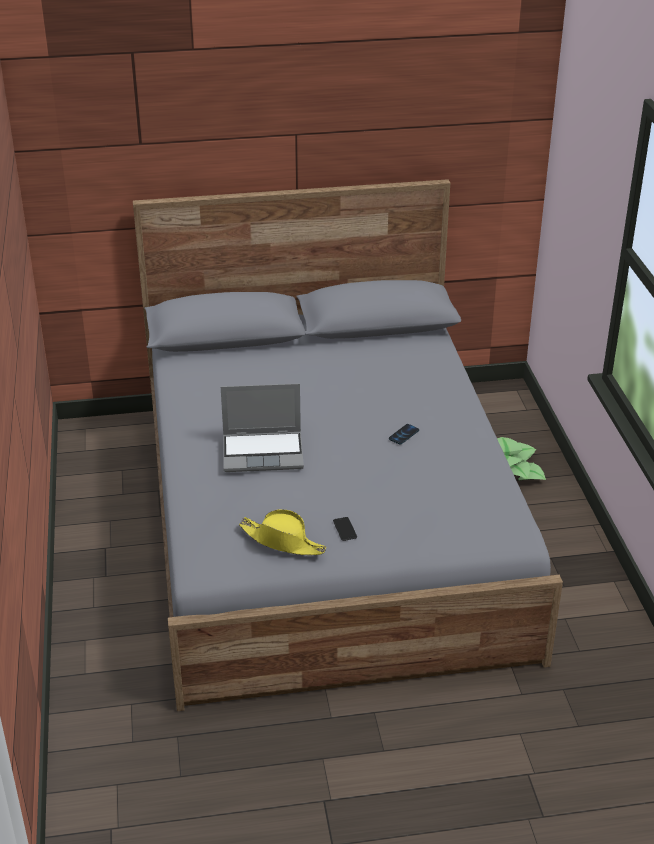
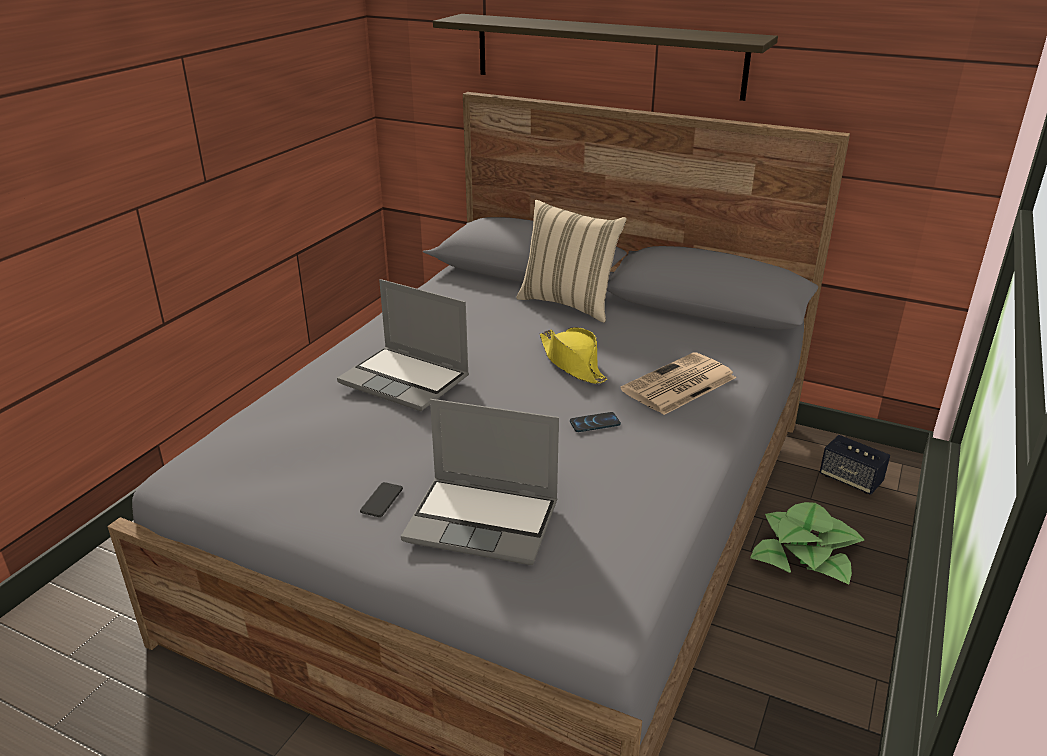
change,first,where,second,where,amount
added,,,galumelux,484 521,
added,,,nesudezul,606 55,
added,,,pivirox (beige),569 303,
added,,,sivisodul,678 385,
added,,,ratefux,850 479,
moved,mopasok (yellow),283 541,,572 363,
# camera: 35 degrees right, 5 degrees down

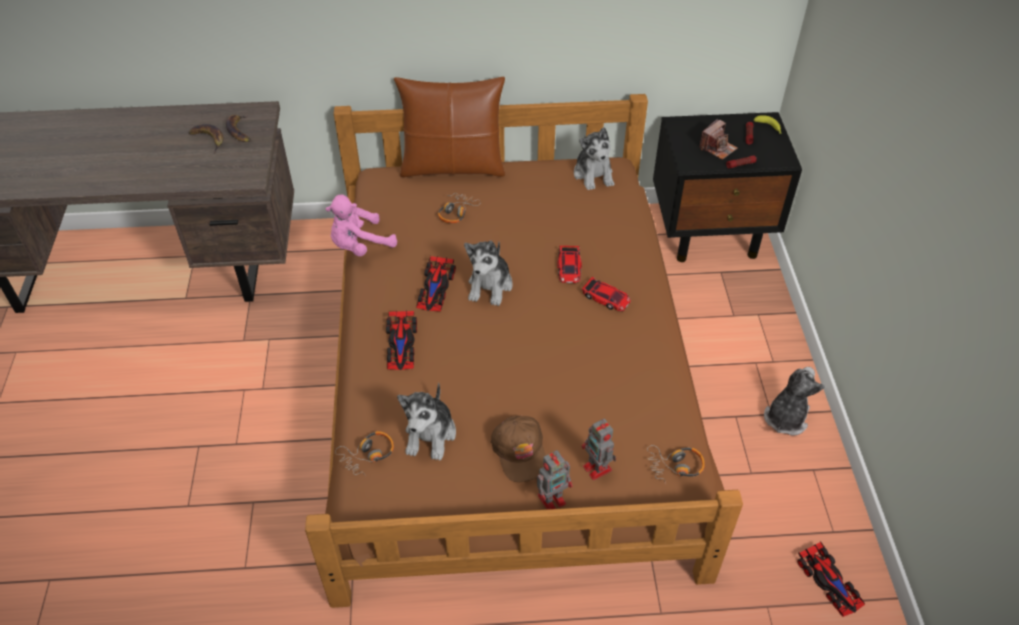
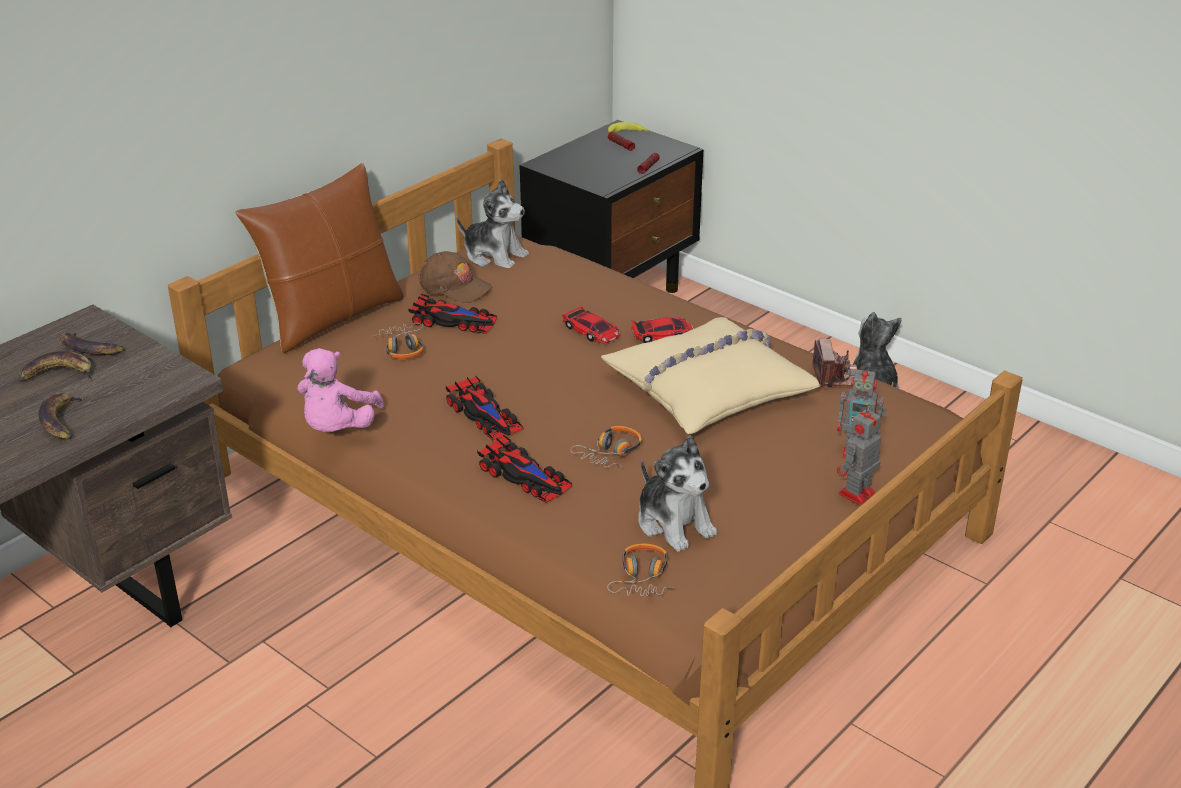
change,first,where,second,where,amount
removed,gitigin,490 286,,,
added,,,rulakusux,62 421,
added,,,pivirox (beige),707 389,
moved,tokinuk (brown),520 452,,454 286,
moved,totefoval,675 466,,610 453,
moved,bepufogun,717 148,,836 377,
moved,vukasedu,829 582,,454 321,
turned,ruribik,552 498,,856 495,150 degrees counterclockwise
# camera: 45 degrees left, 15 degrees down

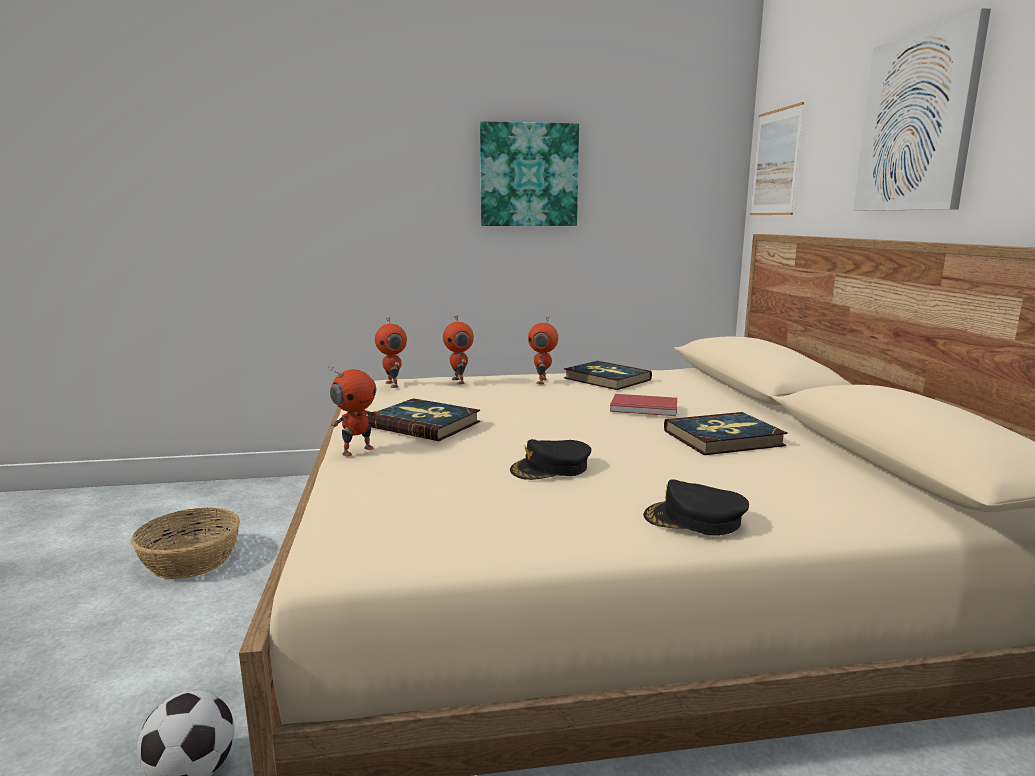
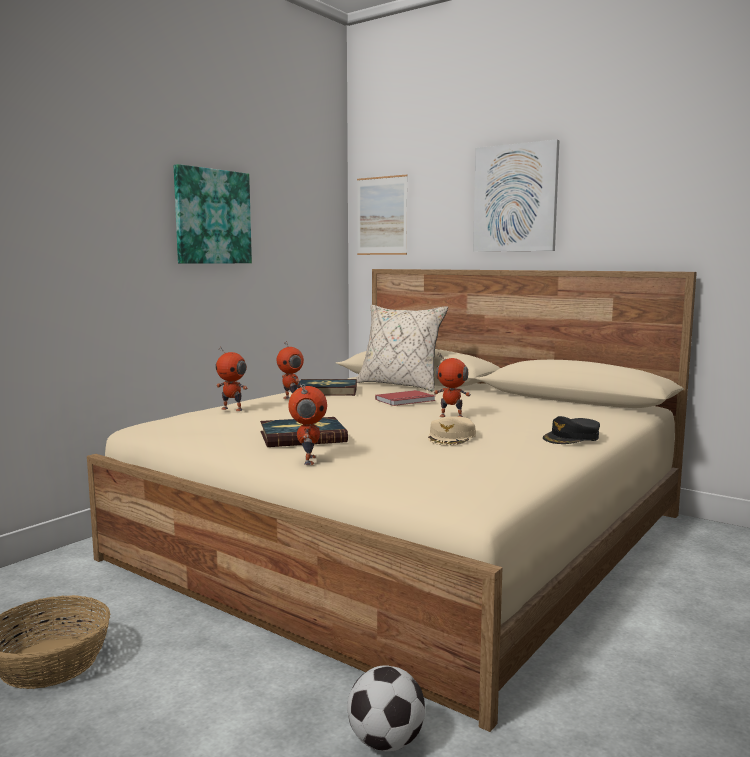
change,first,where,second,where,amount
removed,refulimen,723 438,,,
added,,,pivirox (beige),400 385,
moved,ruribik,393 384,,451 416,
recoloured,tokinuk (black),551 468,tokinuk (beige),452 437,
# camera: 45 degrees left, 5 degrees down

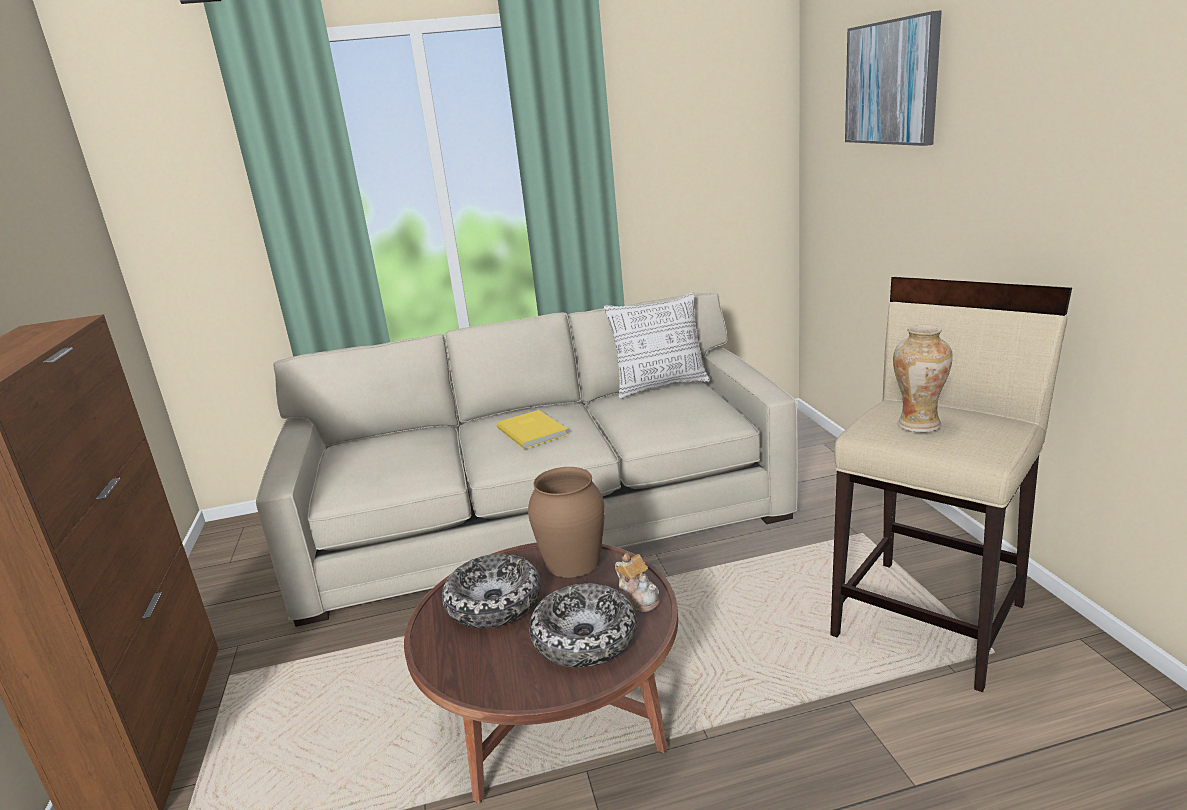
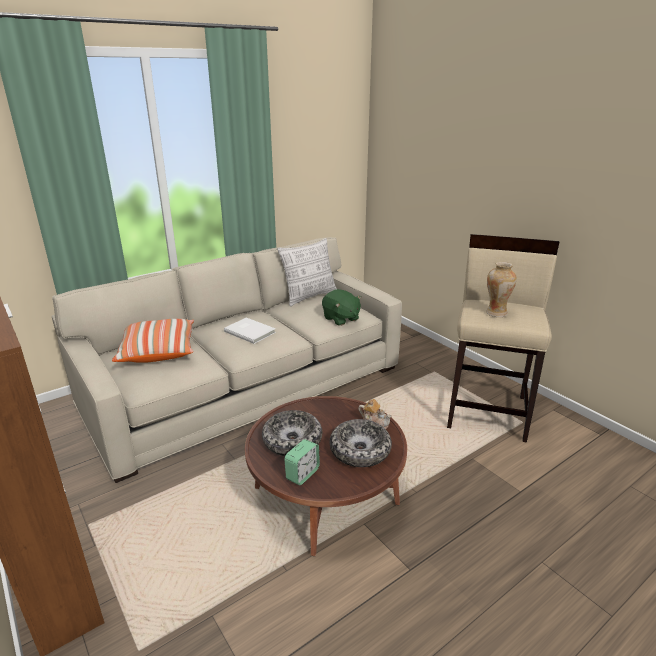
change,first,where,second,where,amount
removed,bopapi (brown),572 561,,,
removed,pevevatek,892 83,,,
added,,,pivirox,158 351,
added,,,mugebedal,302 474,
added,,,gitigin (green),341 319,
recoloured,refulimen (yellow),533 431,refulimen (white),250 331,
# camera: 25 degrees left, 5 degrees up

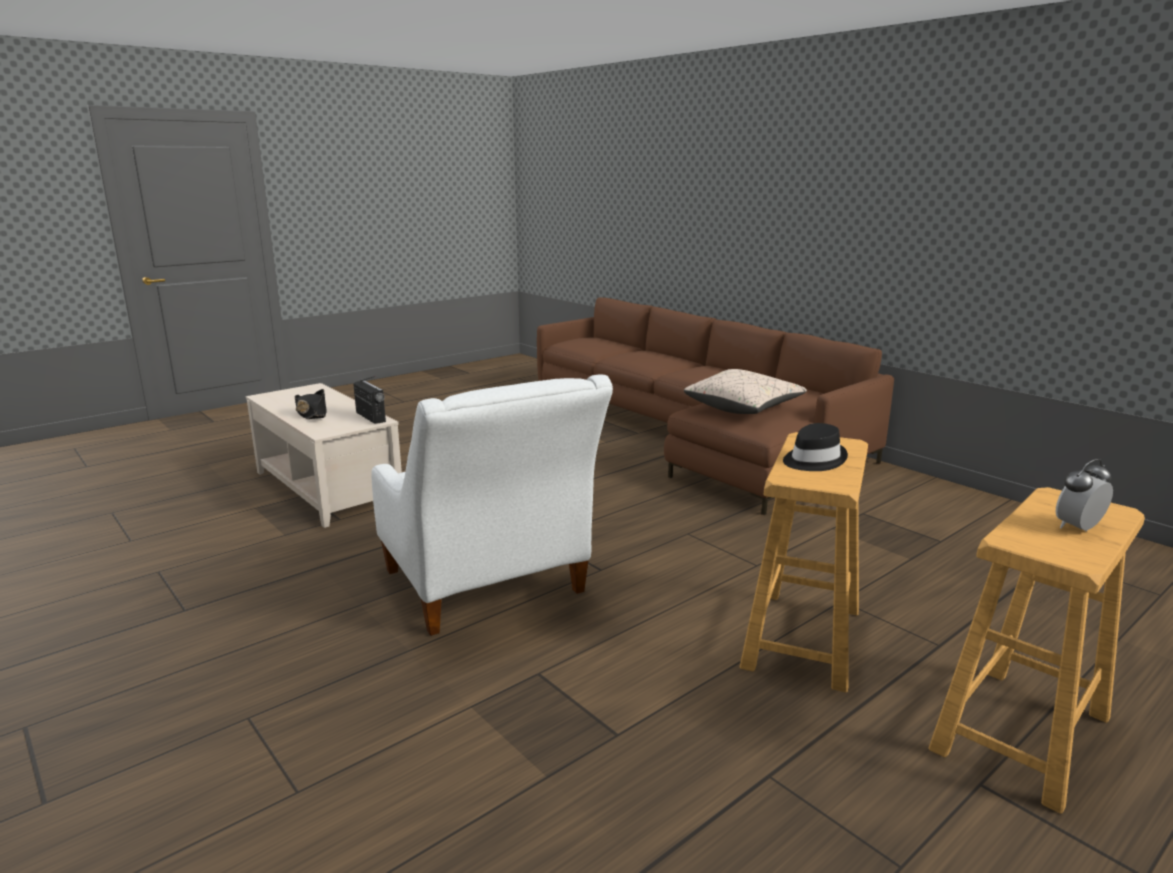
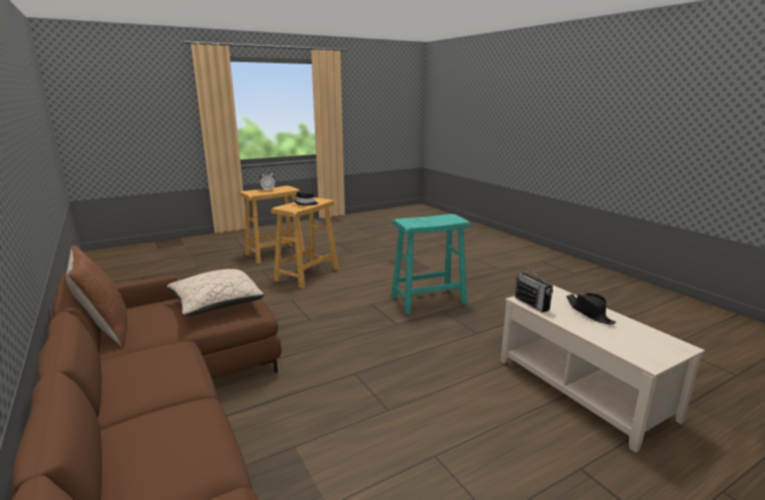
change,first,where,second,where,amount
added,,,pivirox (brown),105 330,
replaced,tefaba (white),489 588,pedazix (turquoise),429 300,
# camera: 170 degrees left, 0 degrees up

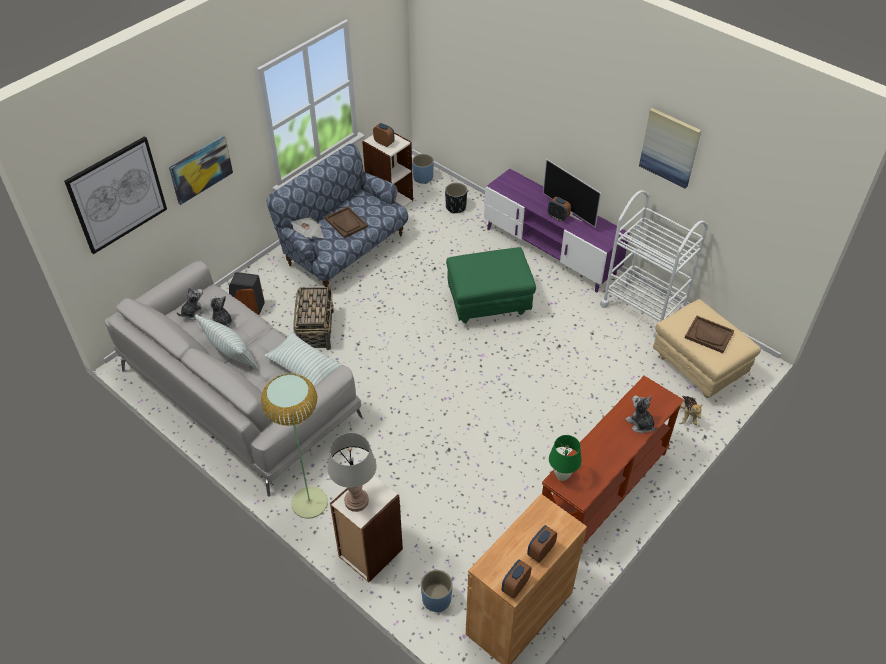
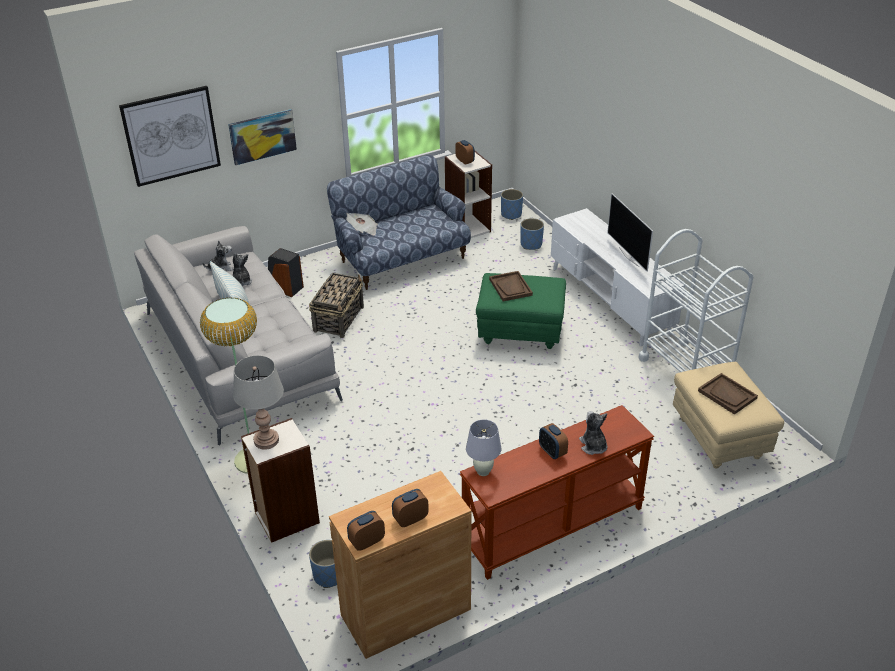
change,first,where,second,where,amount
removed,pivirox,305 368,,,
removed,pevevatek,670 147,,,
removed,gitigin,687 414,,,
moved,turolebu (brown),346 223,,510 287,
moved,mugebedal,558 217,,552 452,
recoloured,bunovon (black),456 207,bunovon (blue),531 244,
recoloured,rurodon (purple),550 251,rurodon (white),610 300,
recoloured,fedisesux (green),562 476,fedisesux (white),483 471,
# camera: 20 degrees right, 10 degrees down

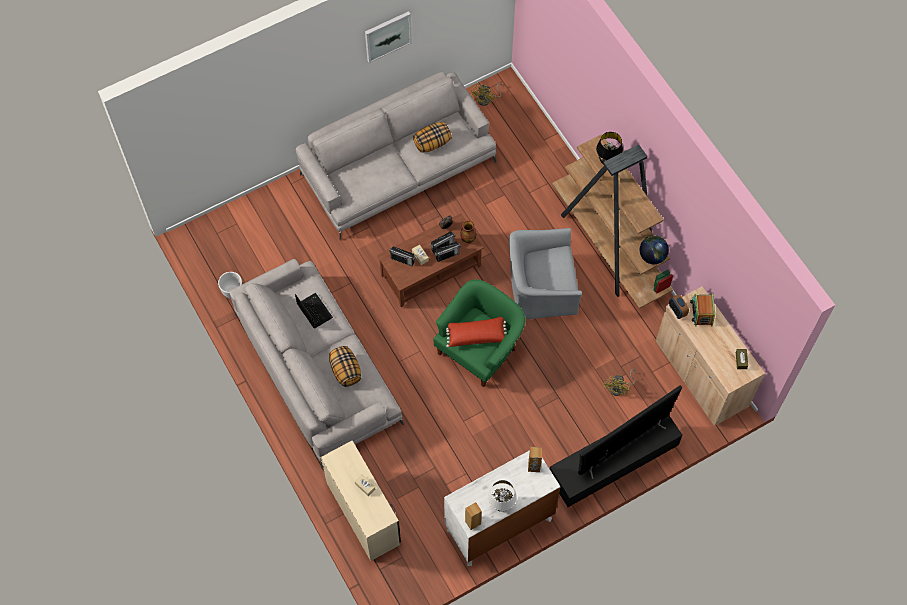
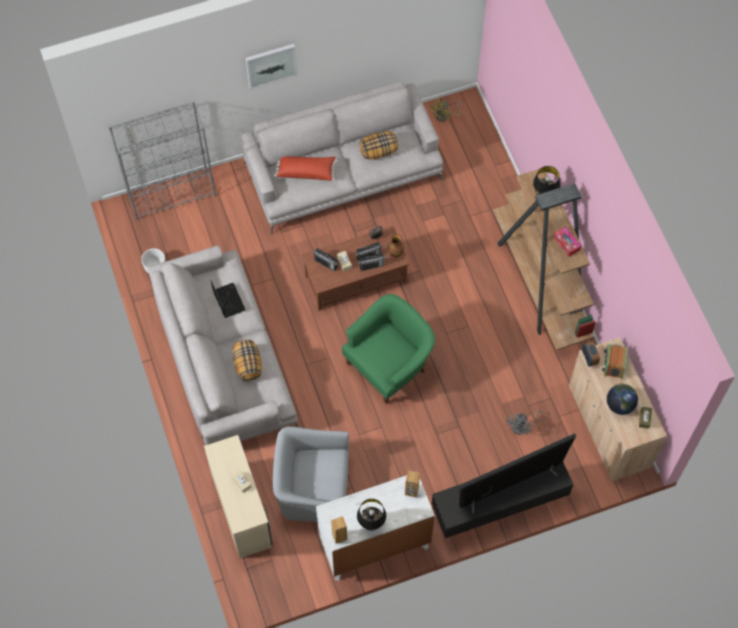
change,first,where,second,where,amount
added,,,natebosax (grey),172 194,
added,,,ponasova,566 243,
moved,pevevatek,387 36,,271 65,
moved,pivirox (red),476 335,,306 171,
moved,tefaba (grey),541 288,,313 487,
moved,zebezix,652 256,,620 405,
recoloured,fedisesux (white),501 505,fedisesux (black),371 524,
recoloured,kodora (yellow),619 388,kodora (grey),522 427,
# camera: 10 degrees right, 0 degrees up

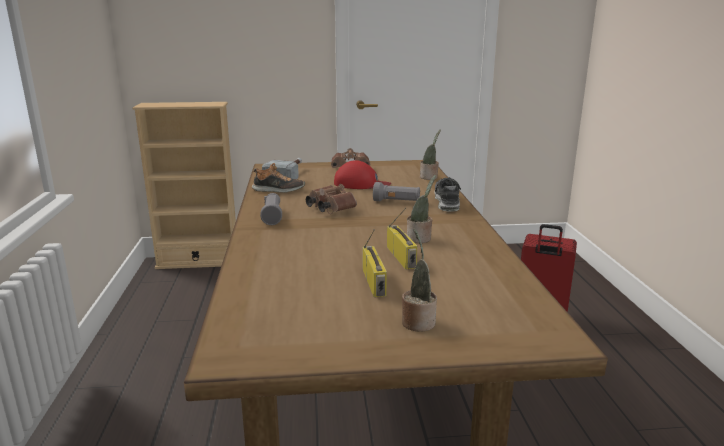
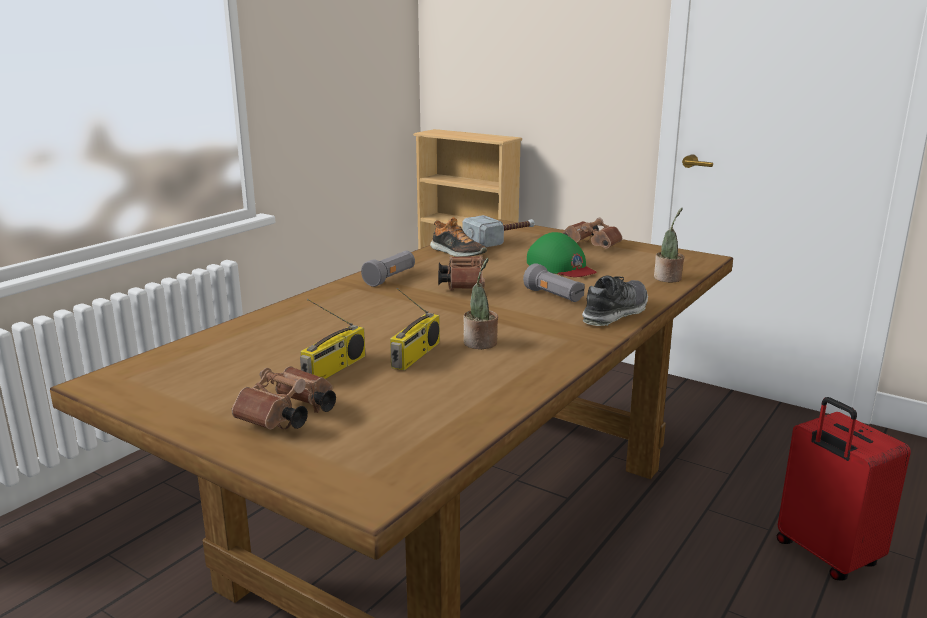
change,first,where,second,where,amount
replaced,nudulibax,417 321,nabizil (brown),286 417,
recoloured,tokinuk (red),361 184,tokinuk (green),560 267,
# camera: 40 degrees right, 0 degrees up

